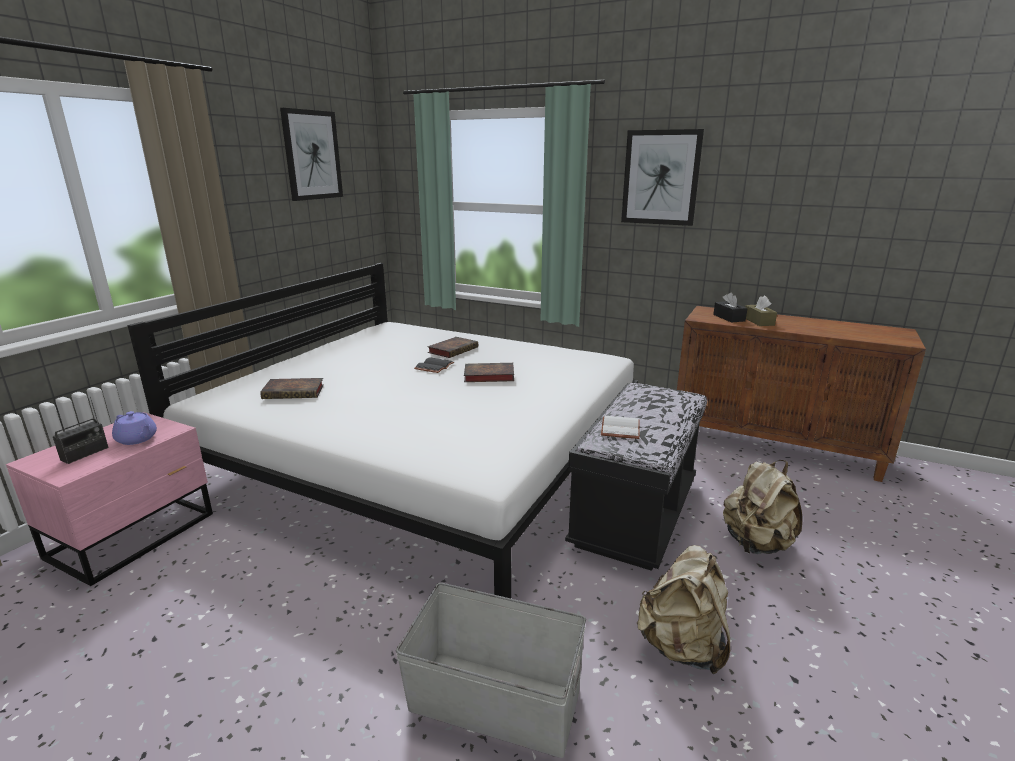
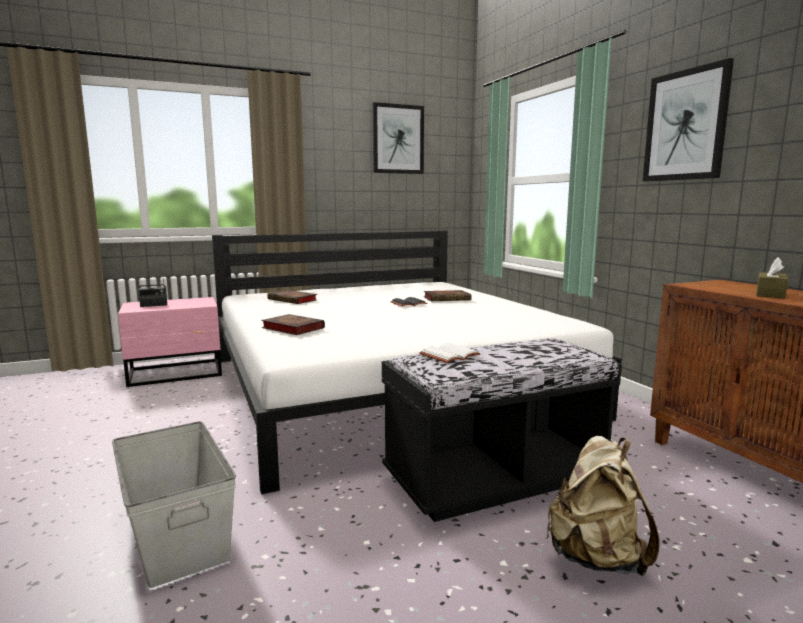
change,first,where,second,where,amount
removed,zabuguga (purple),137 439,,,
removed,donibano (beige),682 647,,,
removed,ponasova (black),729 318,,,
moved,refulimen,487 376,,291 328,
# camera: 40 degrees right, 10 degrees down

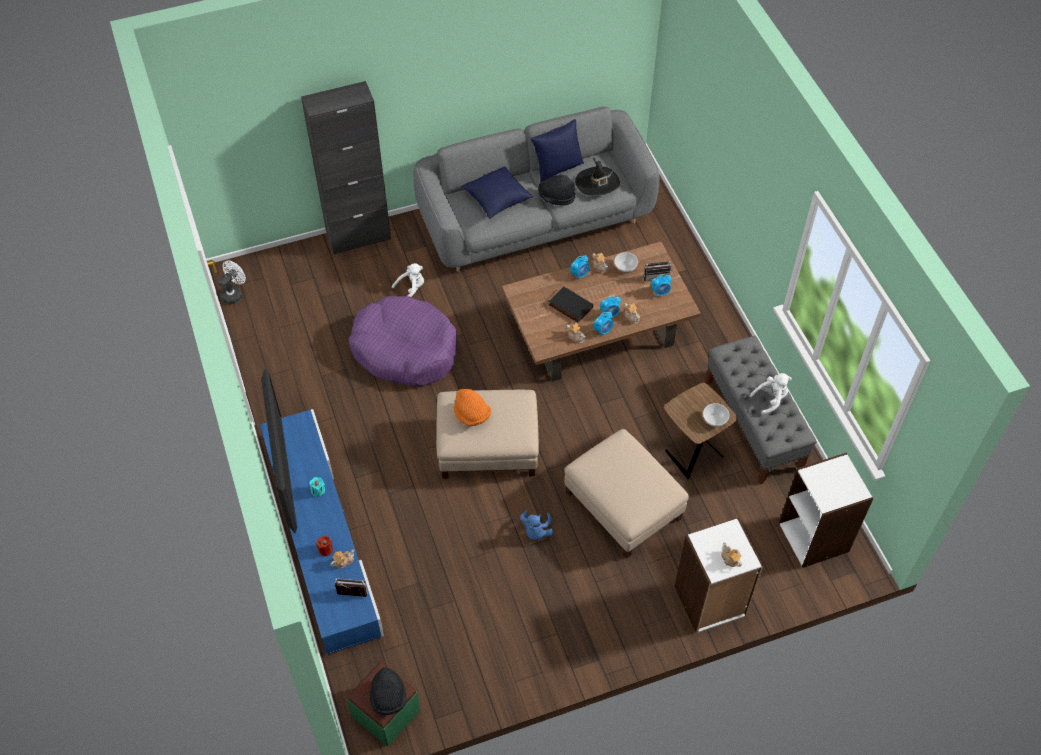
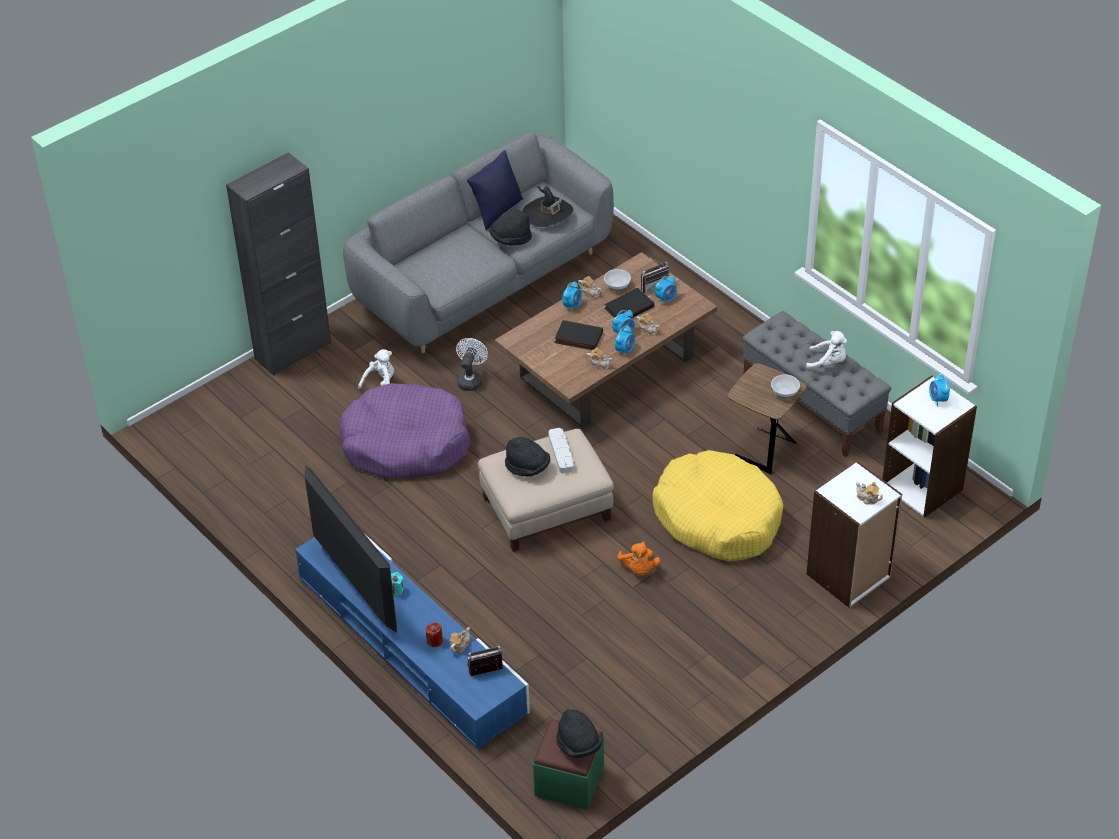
change,first,where,second,where,amount
removed,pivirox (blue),497 199,,,
added,,,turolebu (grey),561 452,
added,,,refulimen (black),628 307,
added,,,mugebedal,937 399,
moved,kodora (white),234 293,,471 379,
replaced,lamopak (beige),624 505,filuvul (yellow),717 517,
recoloured,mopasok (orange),472 415,mopasok (black),527 467,
recoloured,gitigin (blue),536 531,gitigin (orange),639 569,
turned,gitigin (white),771 399,,828 362,60 degrees clockwise
# camera: 20 degrees left, 10 degrees down

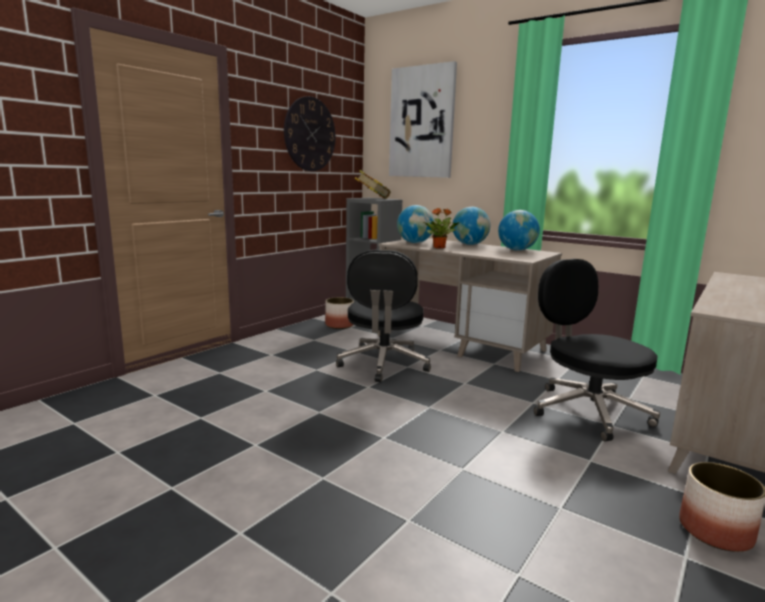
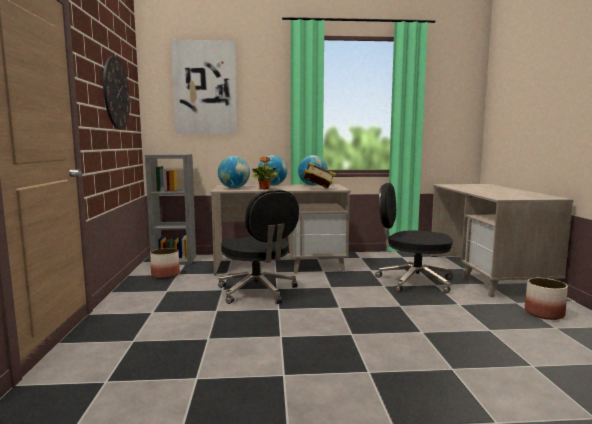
change,first,where,second,where,amount
moved,refulimen,372 198,,318 189,
# camera: 40 degrees left, 5 degrees down

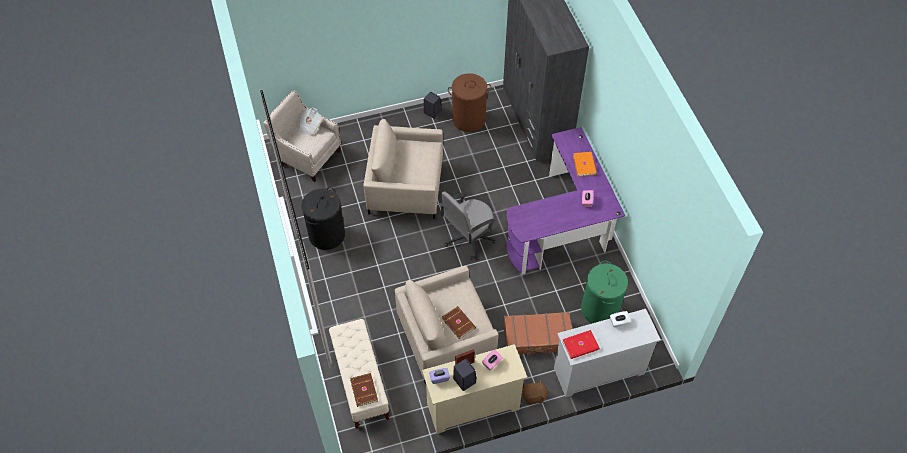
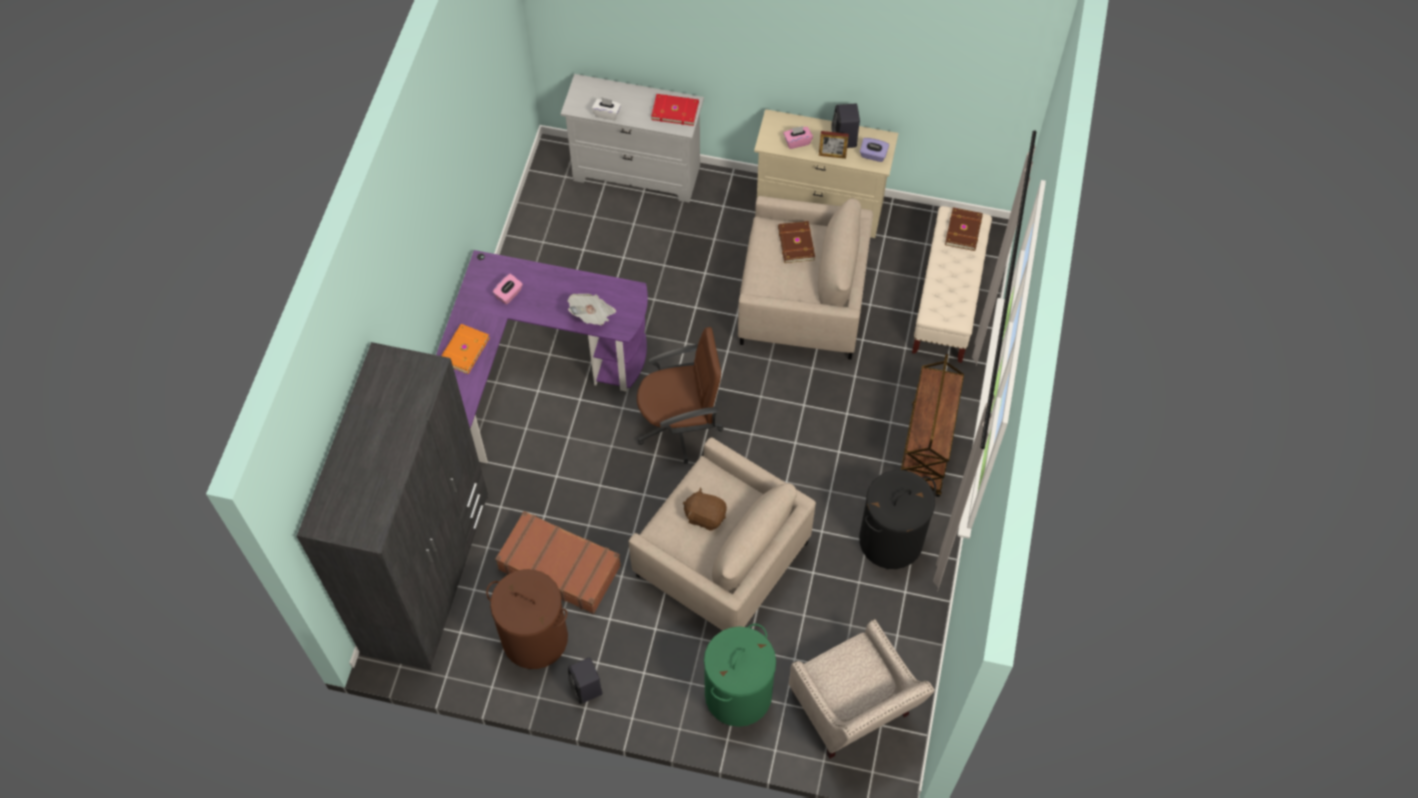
change,first,where,second,where,amount
added,,,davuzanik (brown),926 451,
moved,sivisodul,309 126,,592 315,
moved,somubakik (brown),538 338,,560 567,
moved,gitigin (brown),534 396,,705 515,
moved,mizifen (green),600 309,,738 694,
recoloured,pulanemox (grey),468 238,pulanemox (brown),680 425,
# camera: 150 degrees left, 5 degrees up

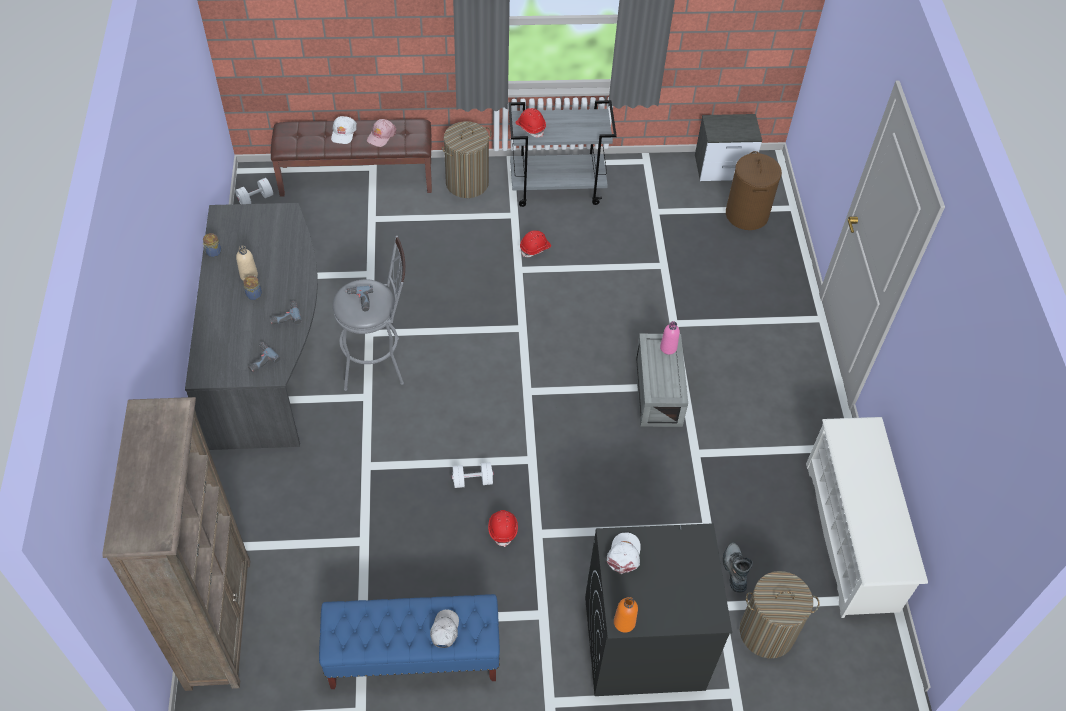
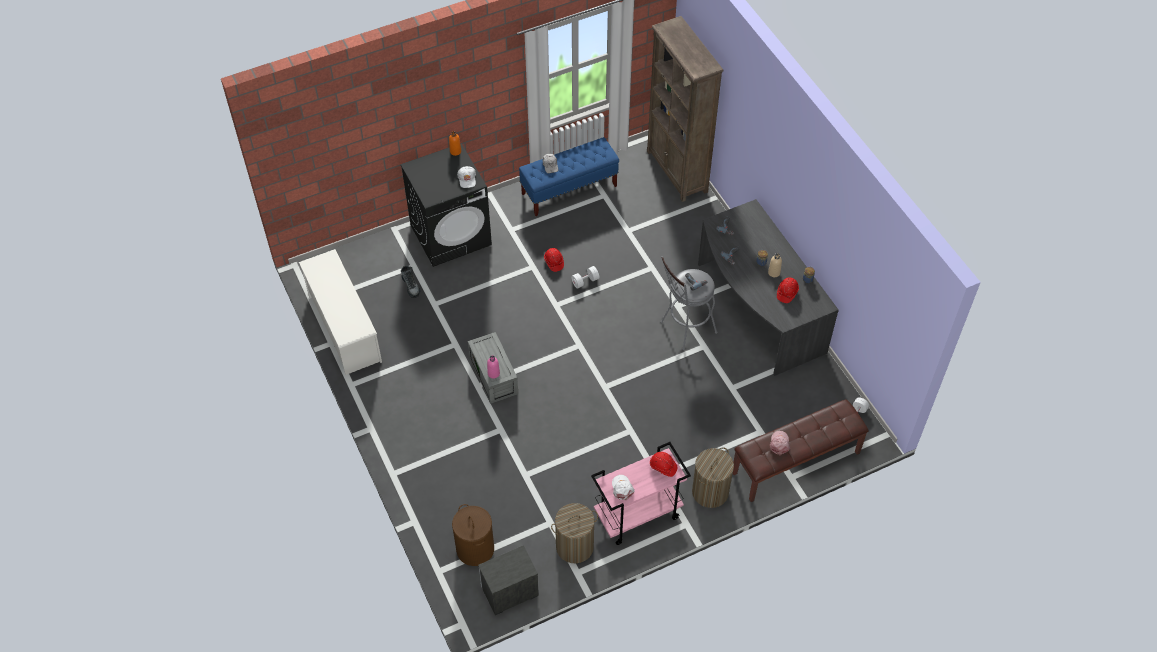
change,first,where,second,where,amount
moved,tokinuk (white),343 133,,622 488,
moved,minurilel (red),535 248,,787 293,
moved,mizifen,766 632,,575 546,
recoloured,davuzanik (grey),558 187,davuzanik (pink),637 516,
# camera: 160 degrees right, 0 degrees up

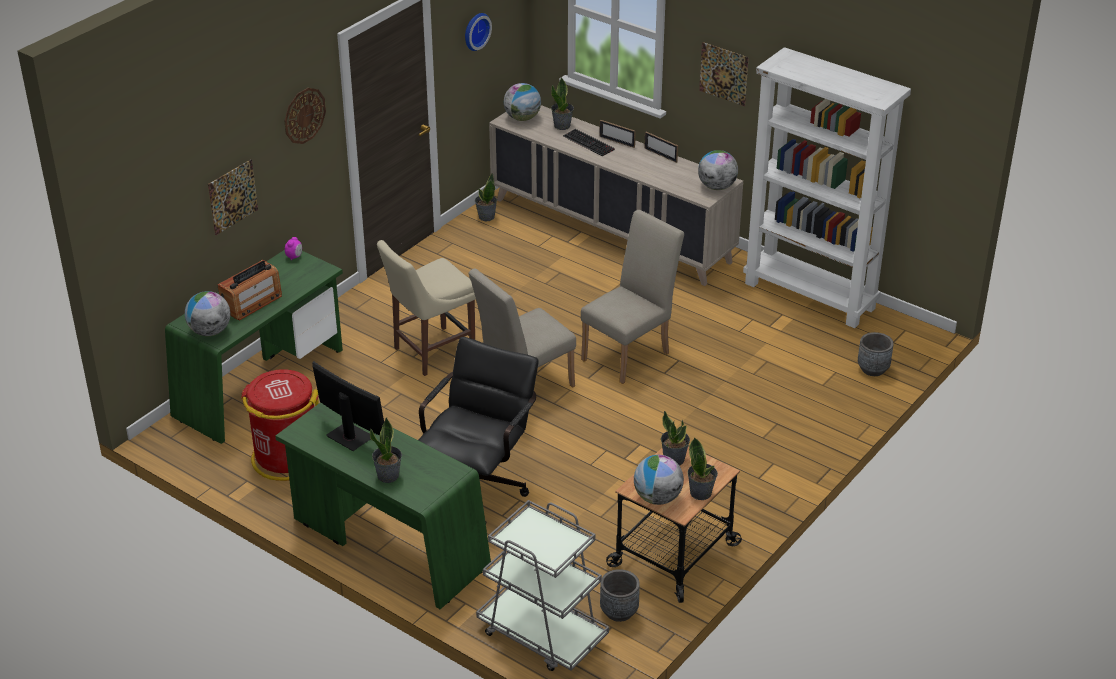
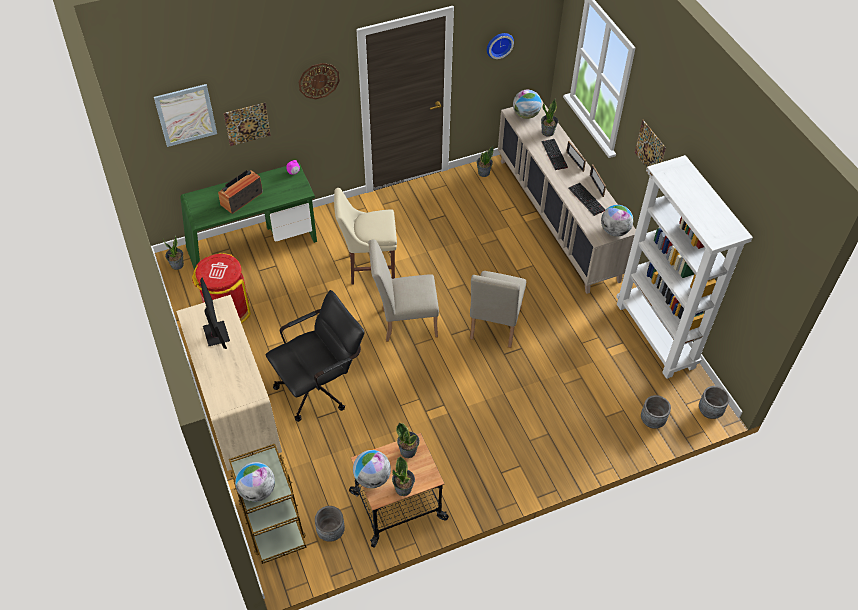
change,first,where,second,where,amount
added,,,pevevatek,186 115,
added,,,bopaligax,587 199,
added,,,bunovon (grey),710 411,
moved,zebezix,210 331,,257 490,
moved,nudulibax,388 476,,177 265,
recoloured,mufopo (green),387 544,mufopo (beige),235 404,
recoloured,davuzanik (grey),541 634,davuzanik (brown),272 522,
turned,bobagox,252 302,,241 199,150 degrees clockwise
turned,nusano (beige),630 353,,494 327,120 degrees clockwise
# camera: 30 degrees right, 15 degrees up

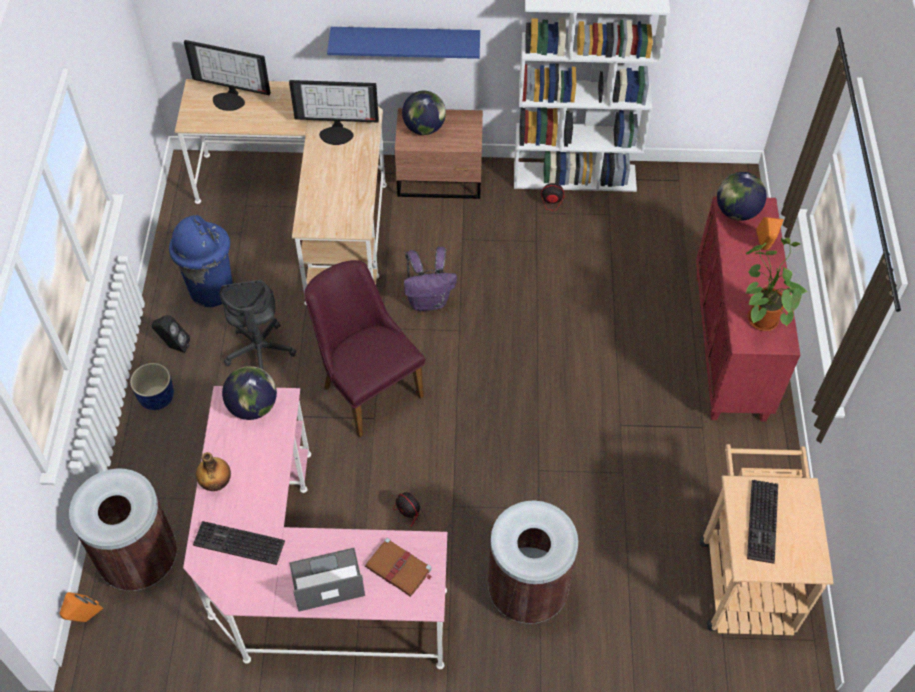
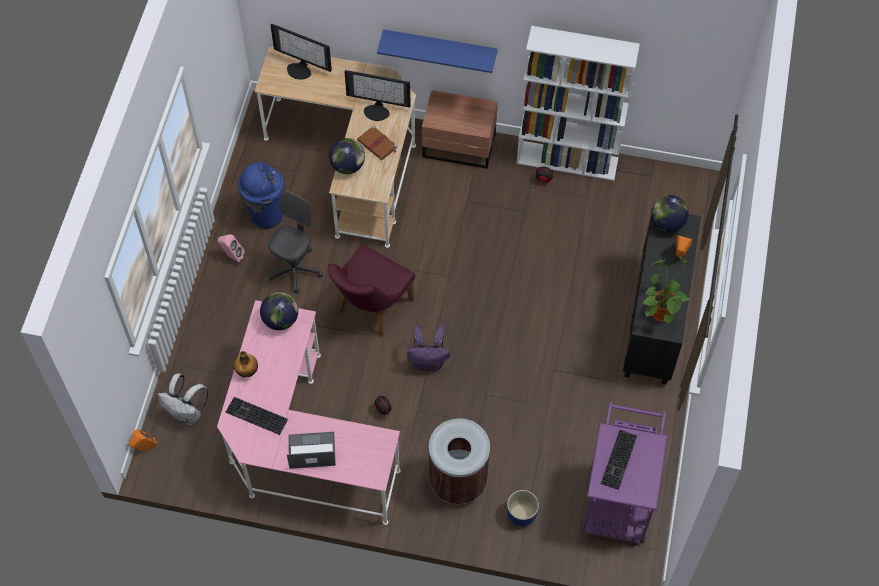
change,first,where,second,where,amount
moved,bunovon (blue),157 397,,521 514,
moved,refulimen (brown),399 569,,378 144,
moved,zebezix,424 128,,348 166,
moved,donibano (purple),429 300,,428 362,
replaced,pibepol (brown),140 559,donibano (white),187 413,
recoloured,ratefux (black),174 346,ratefux (pink),232 256,
recoloured,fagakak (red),731 347,fagakak (black),655 321,
recoloured,davuzanik (beige),744 574,davuzanik (purple),618 495,
turned,pulanemox (grey),260 351,,295 270,150 degrees counterclockwise
turned,nusano (purple),366 386,,370 310,120 degrees counterclockwise
# camera: 10 degrees right, 5 degrees up

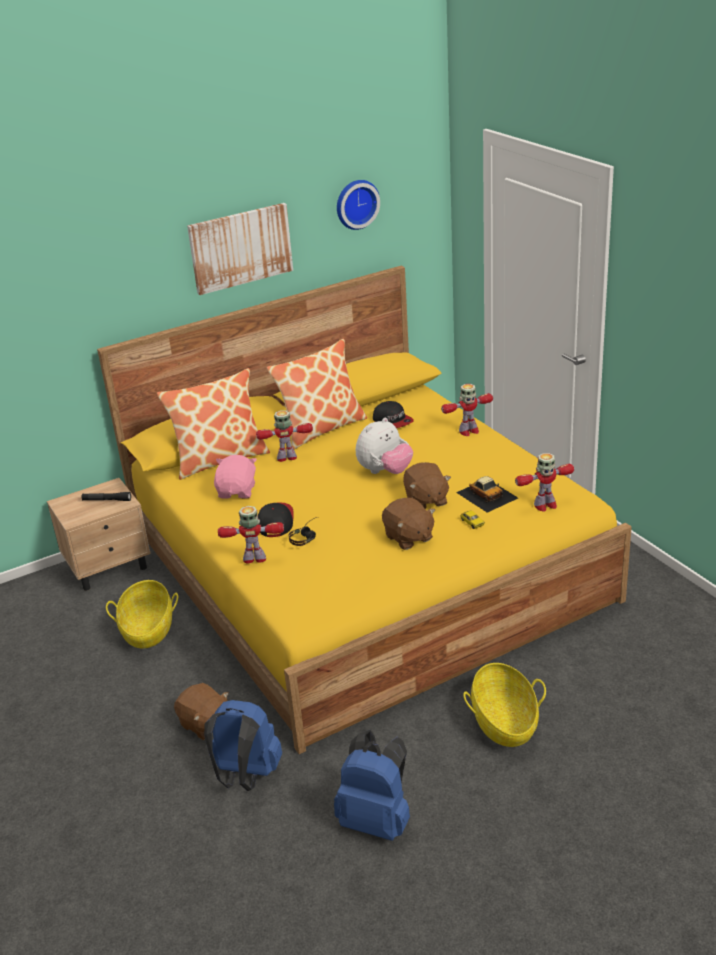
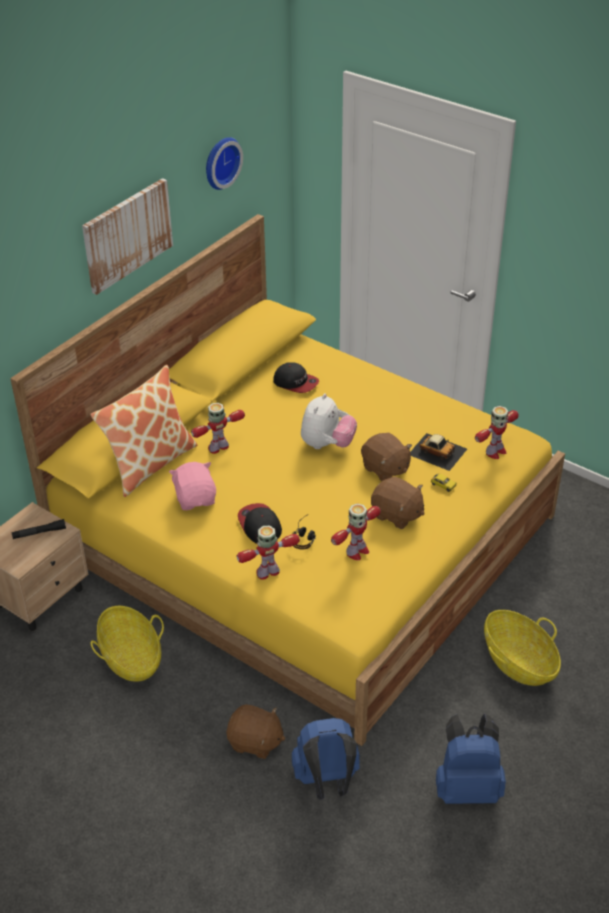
change,first,where,second,where,amount
removed,pivirox,321 429,,,
moved,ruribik,468 431,,356 552,
# camera: 25 degrees left, 10 degrees up

